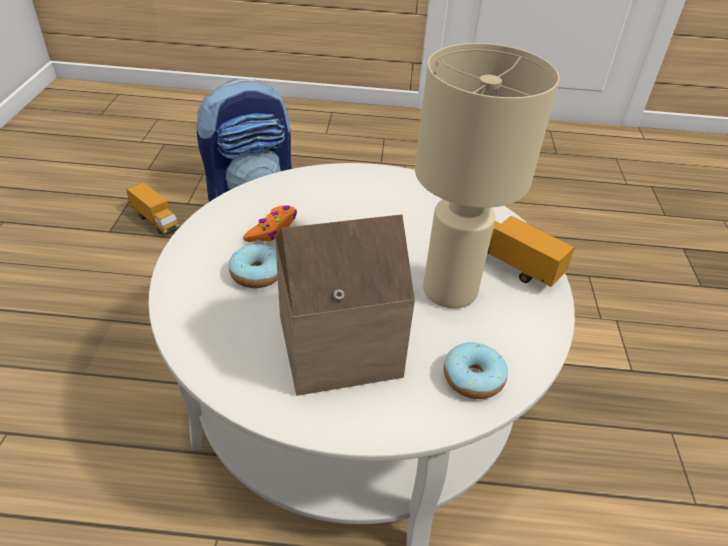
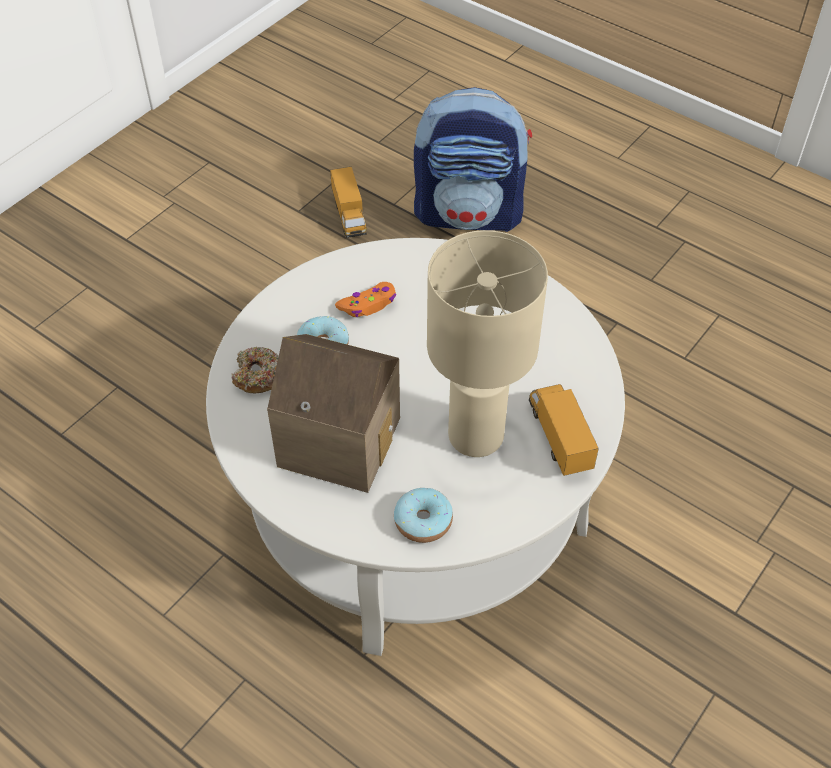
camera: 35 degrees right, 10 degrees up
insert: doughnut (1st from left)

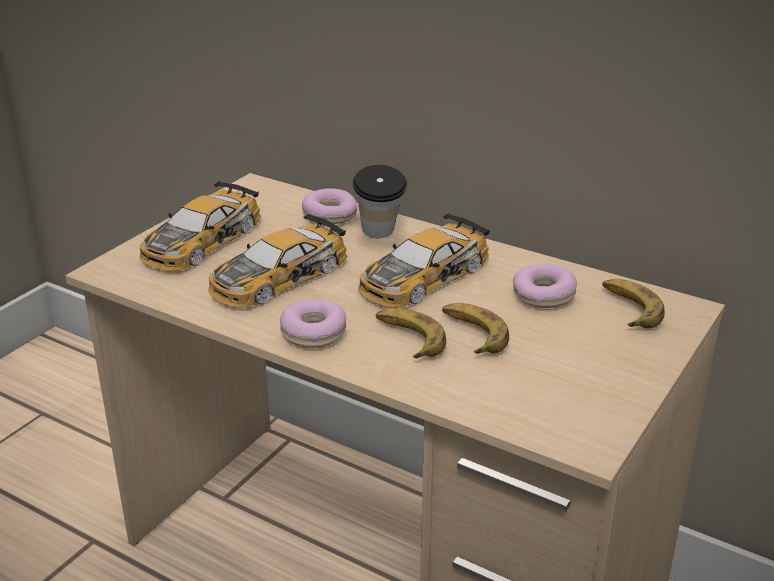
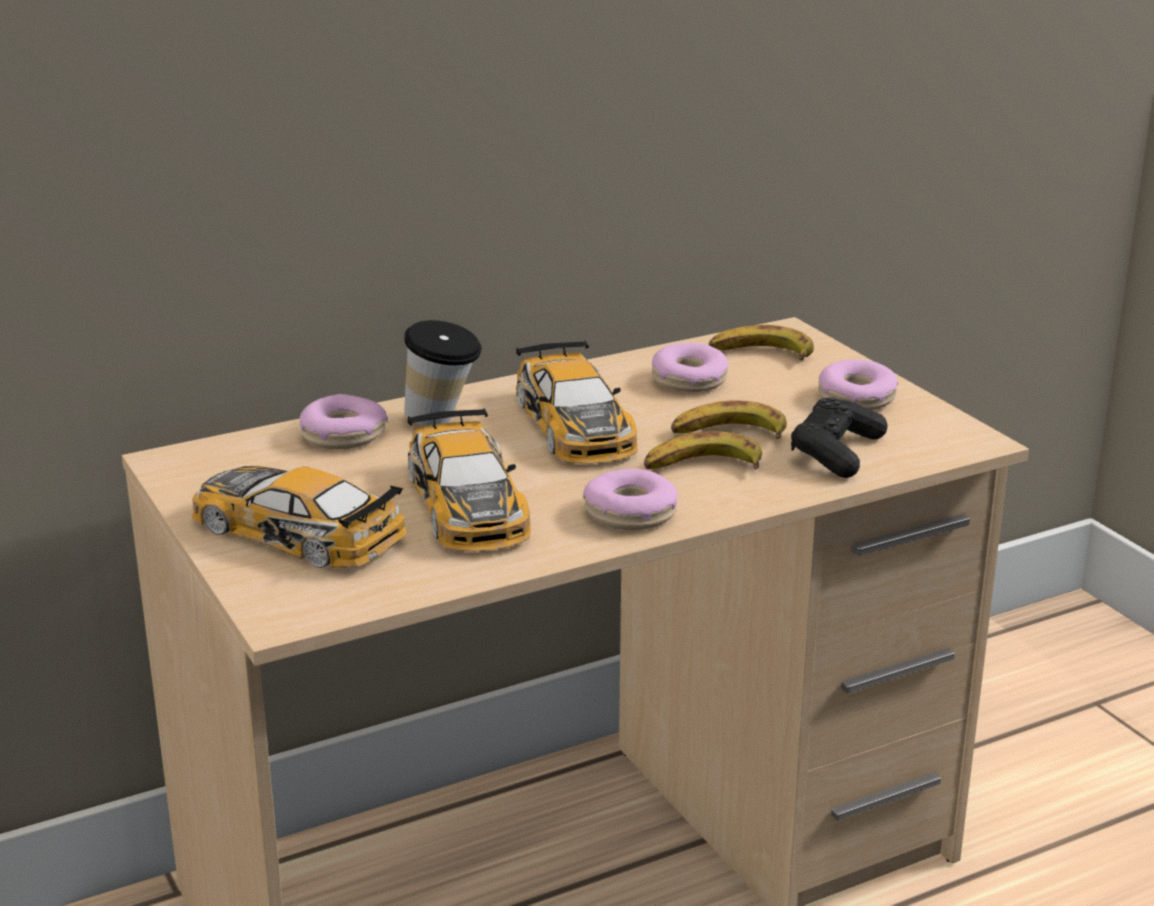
camera: 60 degrees left, 5 degrees down
insert: doughnut (4th from left); black-coloured gamepad
rotate: toy car (1st from left) 150 degrees clockwise

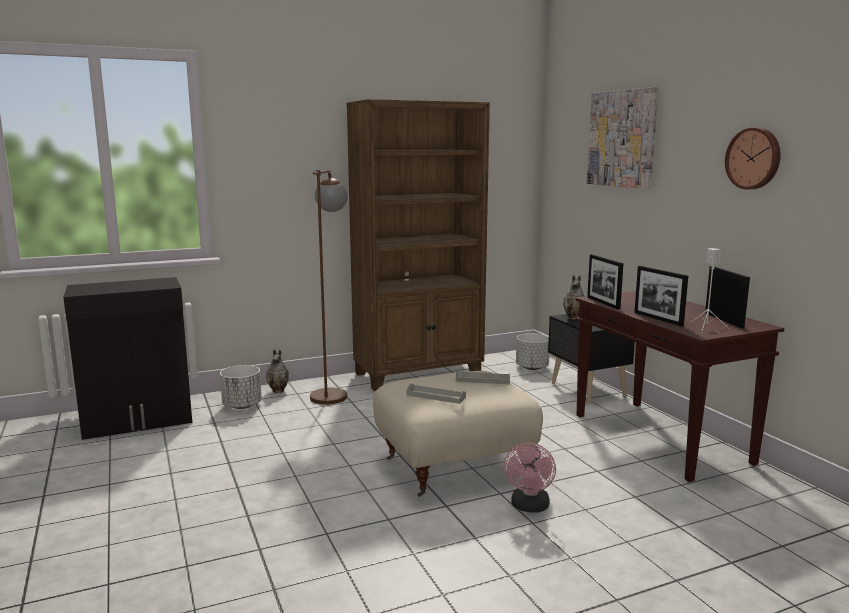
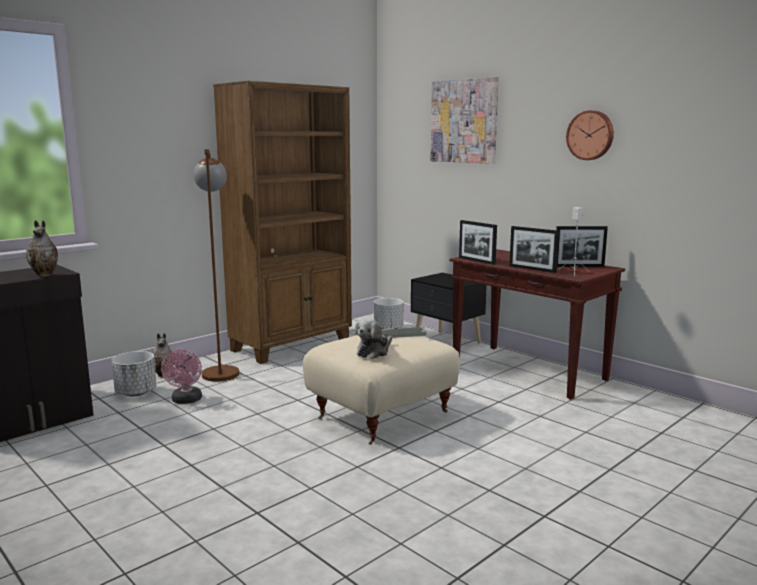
camera: 20 degrees left, 0 degrees up
move: flower vase (2nd from left in the first image) to flower vase (1st from left); pinkish cooling fan
replace: grey carrying tray (1st from left) to cuddly toy
rotate: standing frame (3rd from left) 120 degrees clockwise

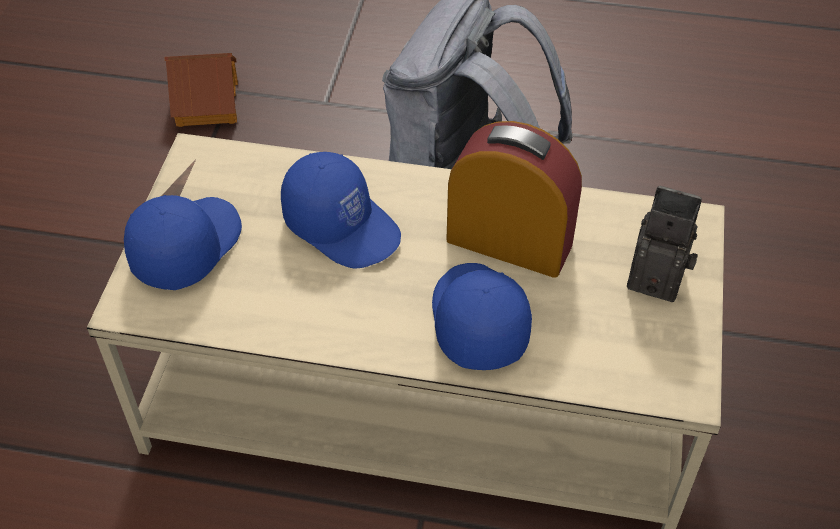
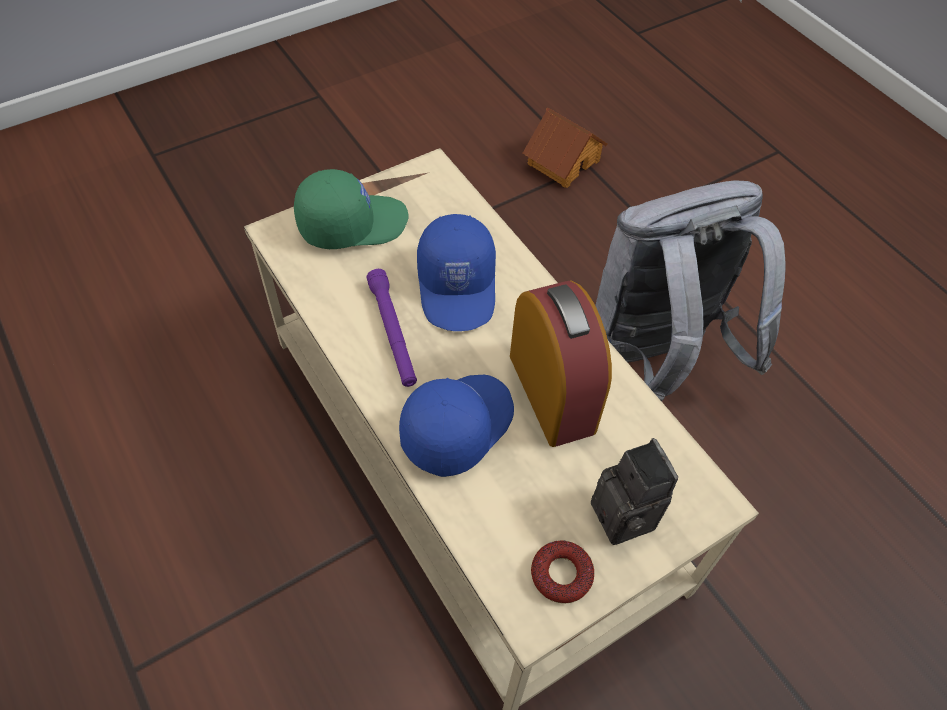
camera: 45 degrees right, 5 degrees up
insert: purplish hand torch; doughnut
recolor: blue cap (1st from left) to greenish cap

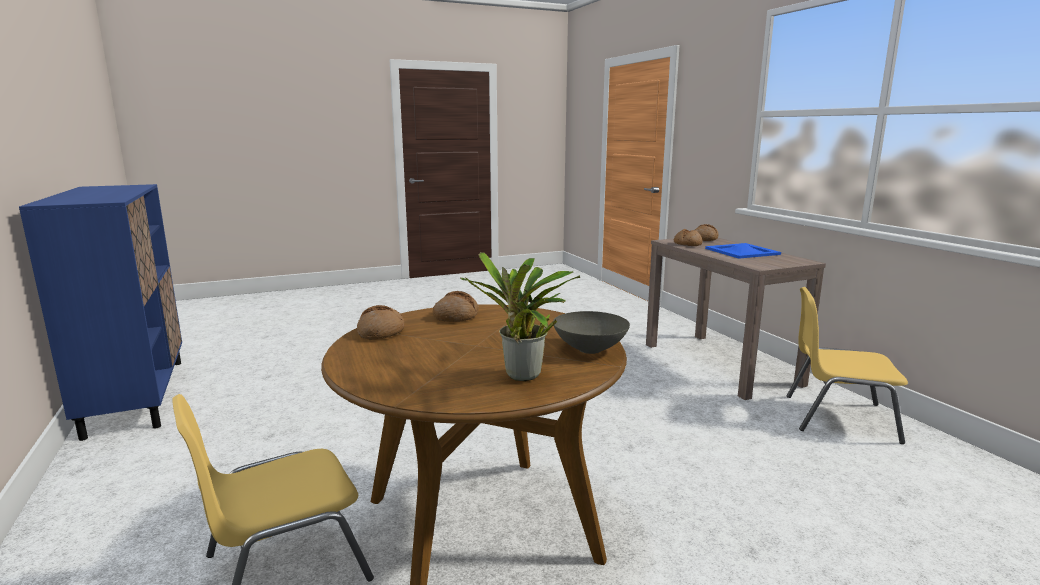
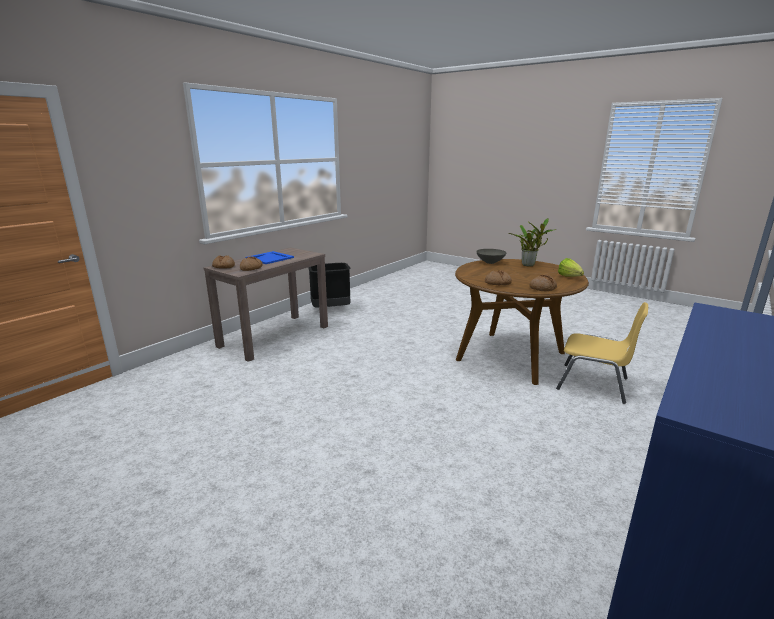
camera: 120 degrees left, 5 degrees up
insert: lettuce head
replace: yellow plain chair (2nd from left) to black-coloured trash can

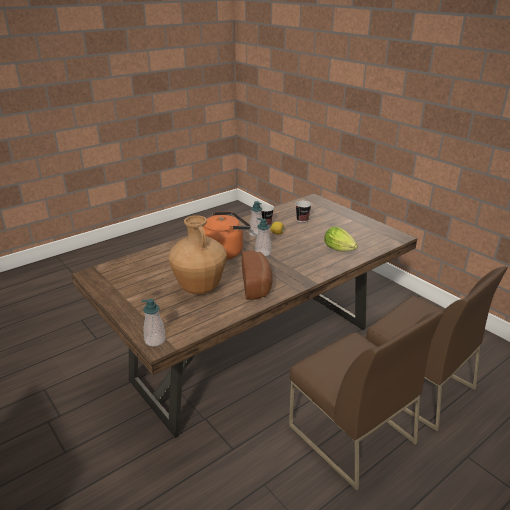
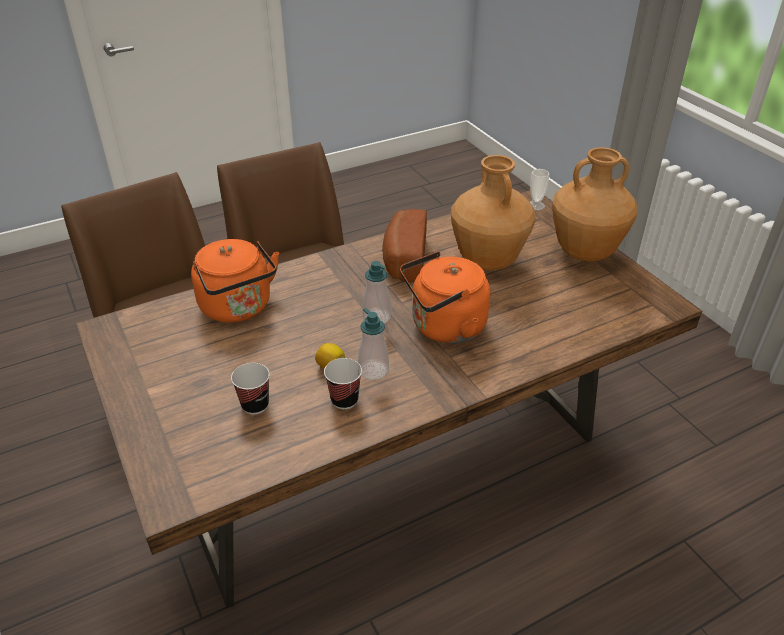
camera: 170 degrees left, 10 degrees up
insert: brown-coloured flower vase (2nd from left)
replace: lettuce head to orange kettle (1st from left); soap dispenser (1st from left) to drinking cup (3rd from left)

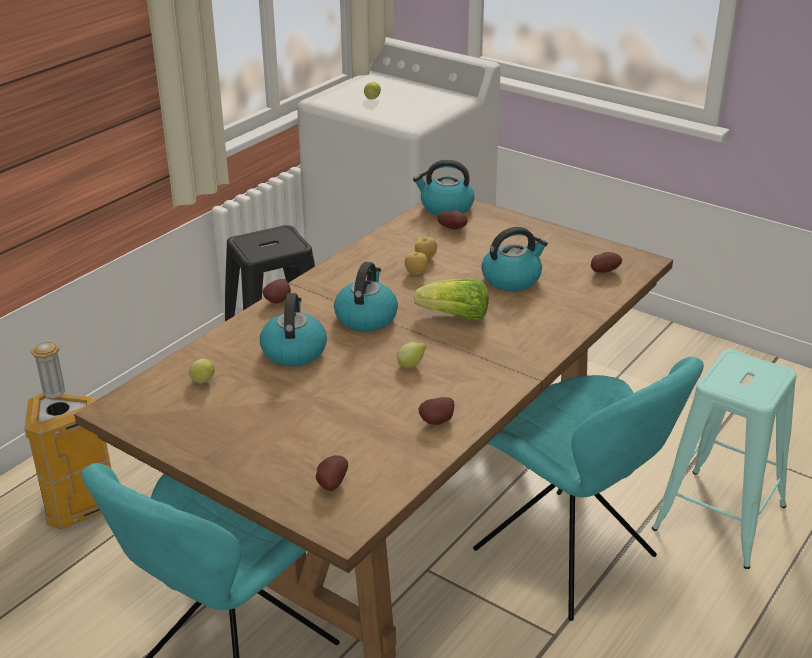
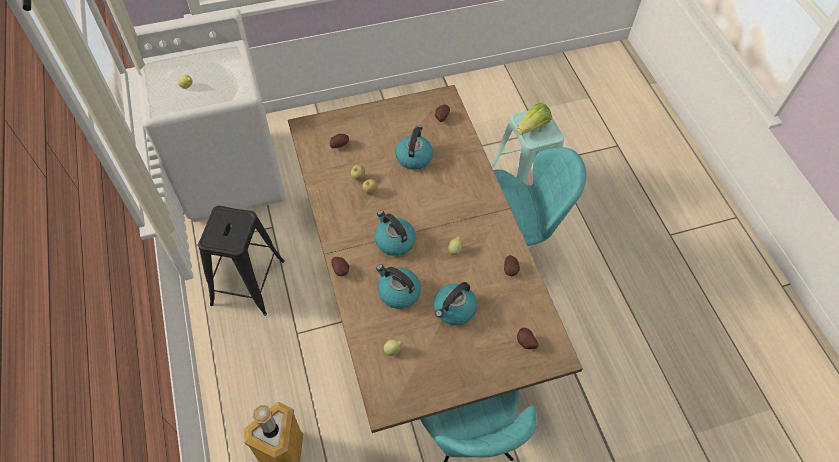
camera: 55 degrees left, 25 degrees up
move: kettle (3rd from left in the first image) to kettle (4th from left); lettuce head

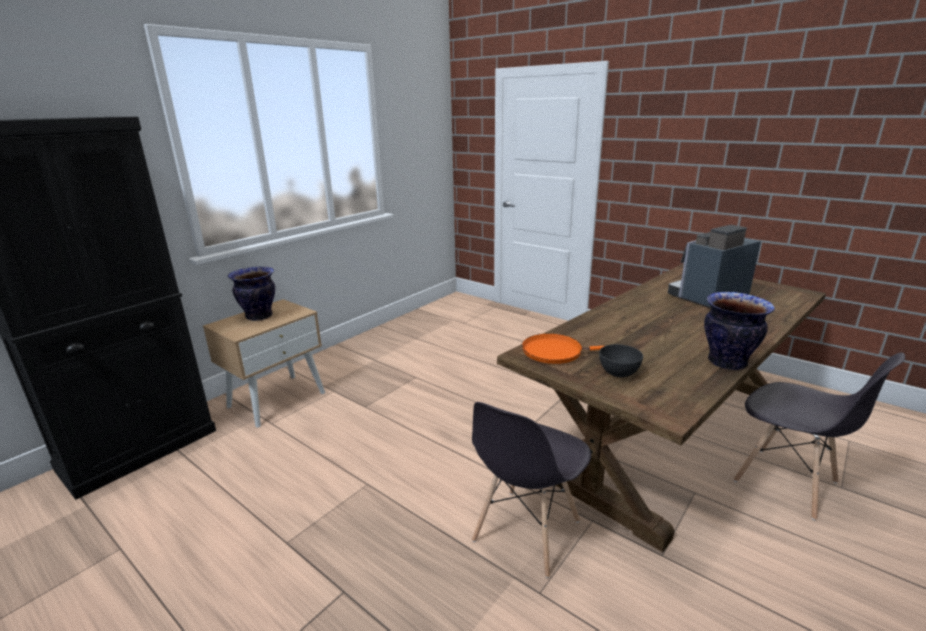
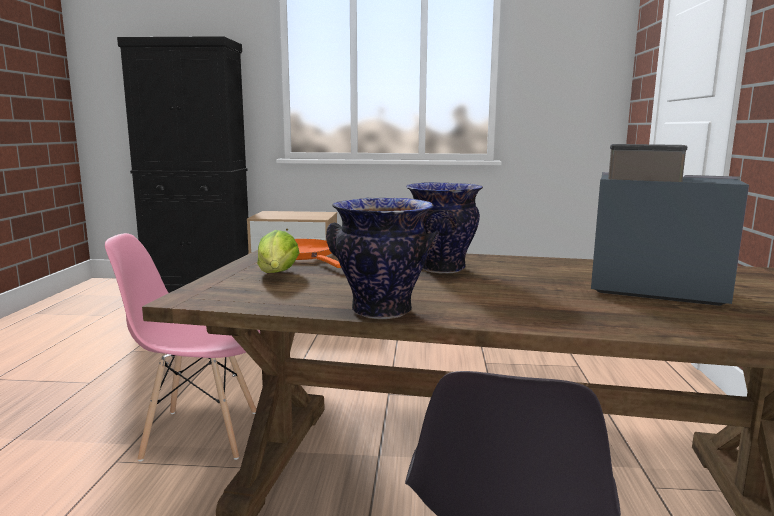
camera: 55 degrees right, 10 degrees down
move: flower vase (1st from left in the first image) to flower vase (2nd from left)
replace: grey bowl to lettuce head
recolor: grey plain chair (1st from left) to pinkish plain chair

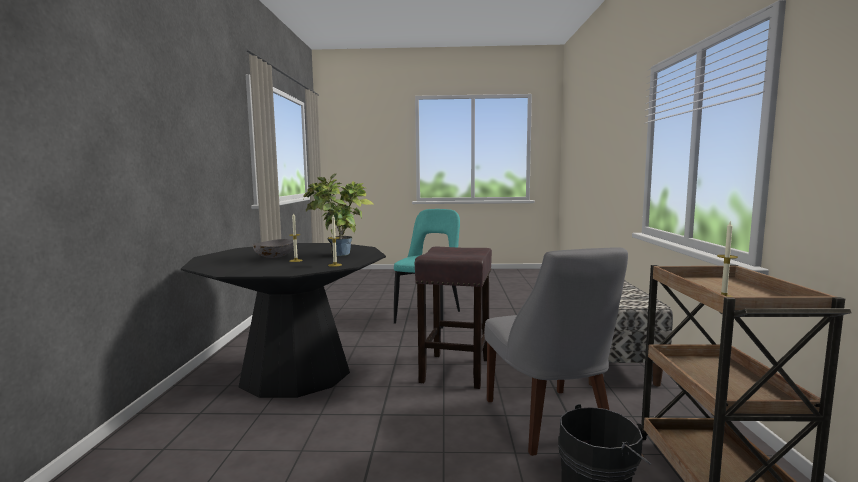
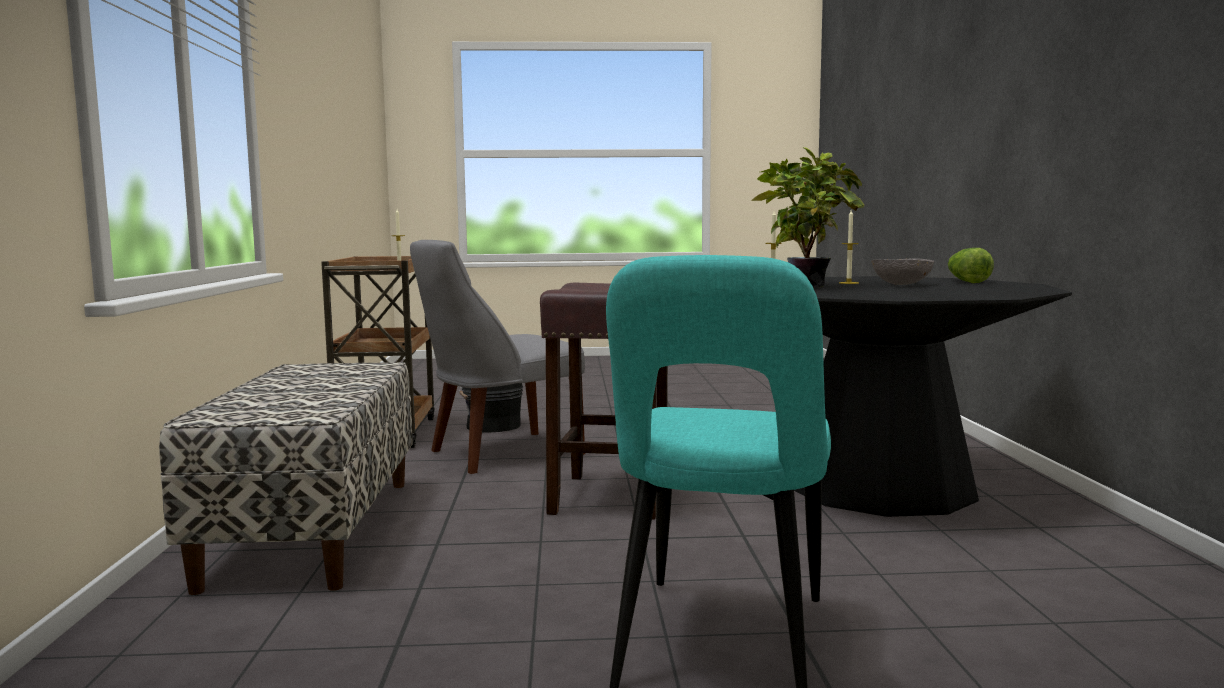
camera: 175 degrees right, 0 degrees up
insert: lettuce head
rotate: grey plain chair 105 degrees counterclockwise

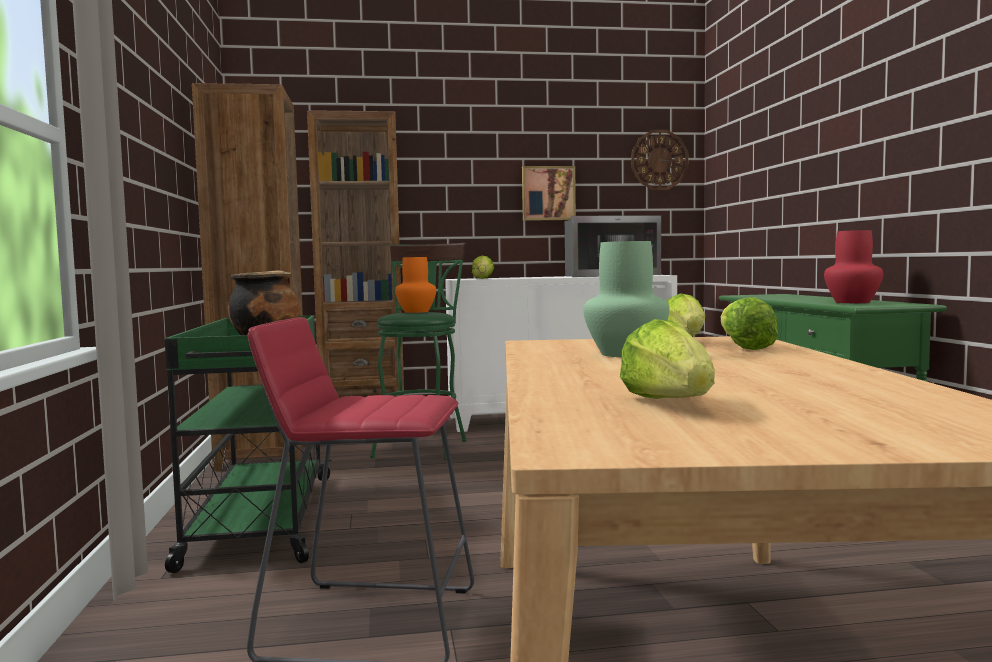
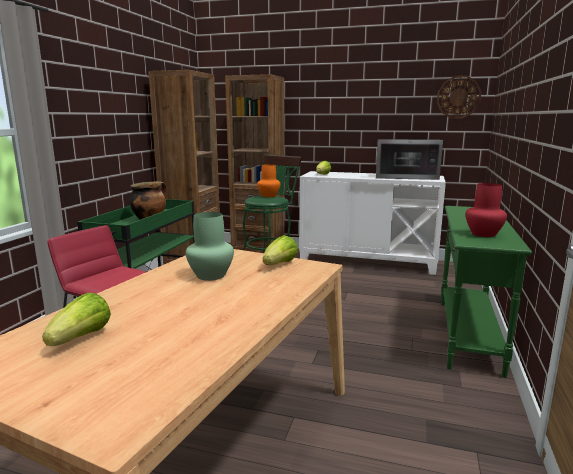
camera: 25 degrees right, 10 degrees up
delete: wall art; lettuce head (4th from left)

